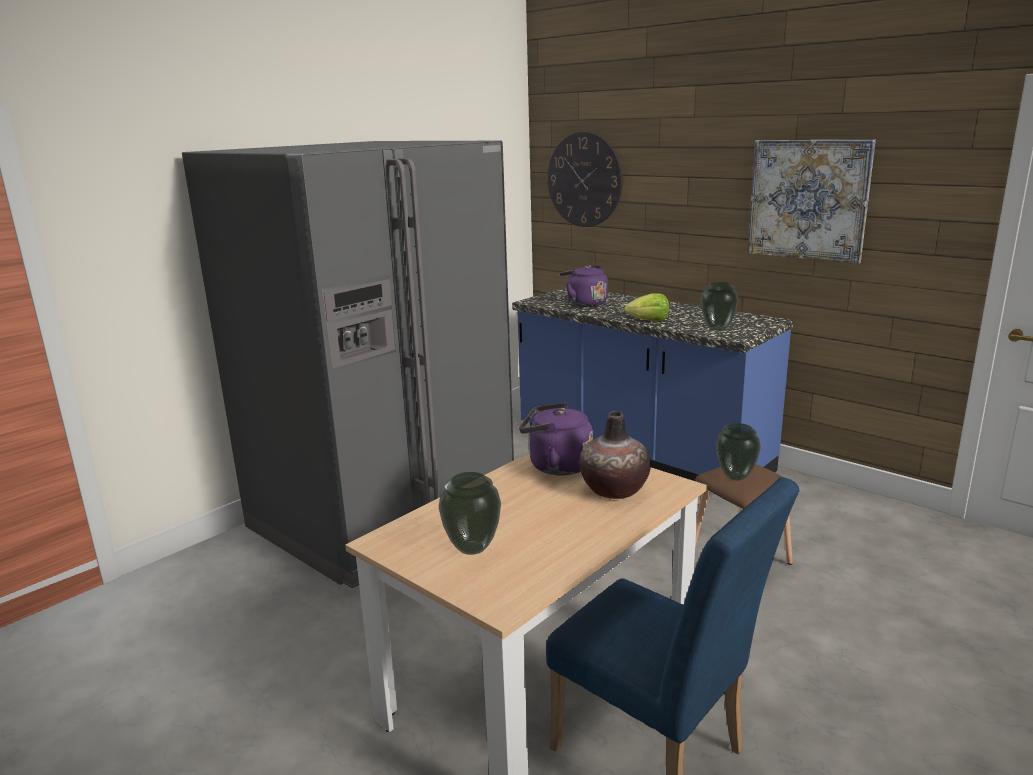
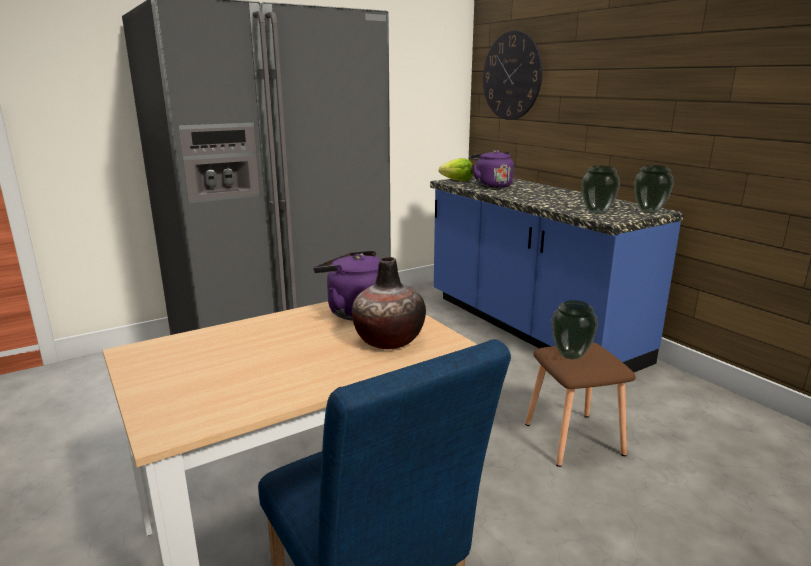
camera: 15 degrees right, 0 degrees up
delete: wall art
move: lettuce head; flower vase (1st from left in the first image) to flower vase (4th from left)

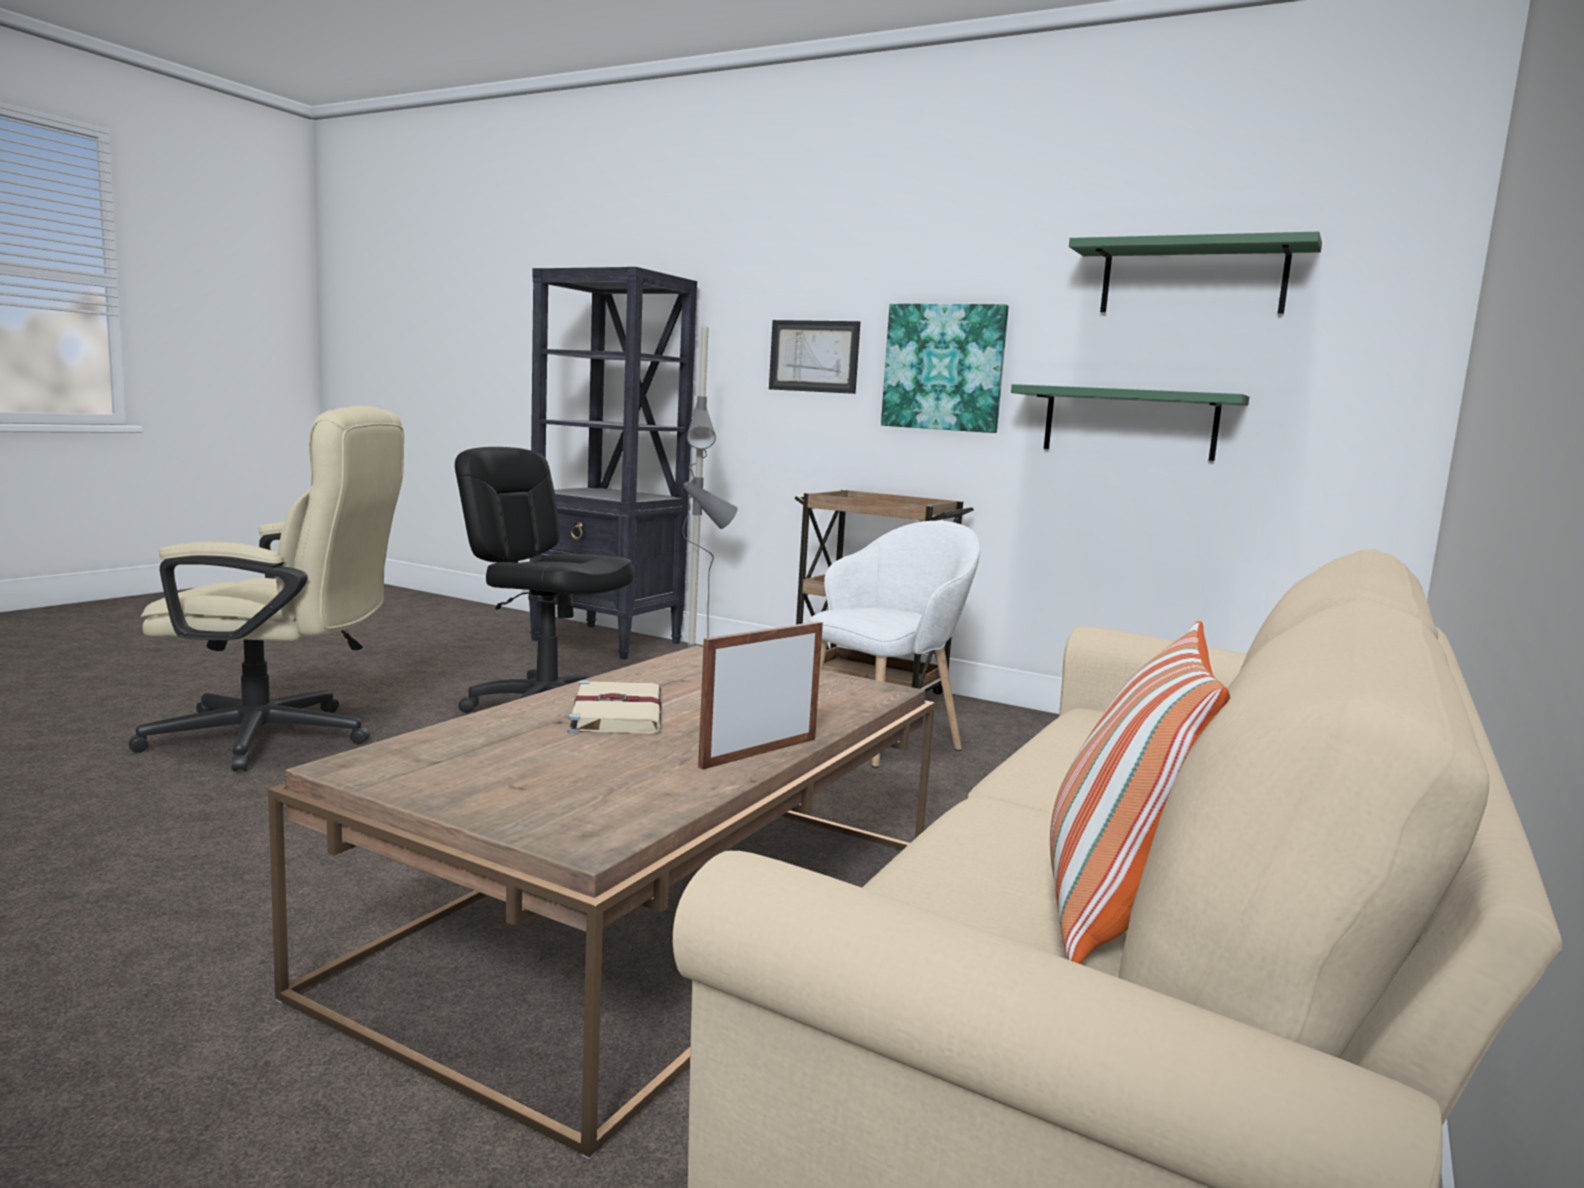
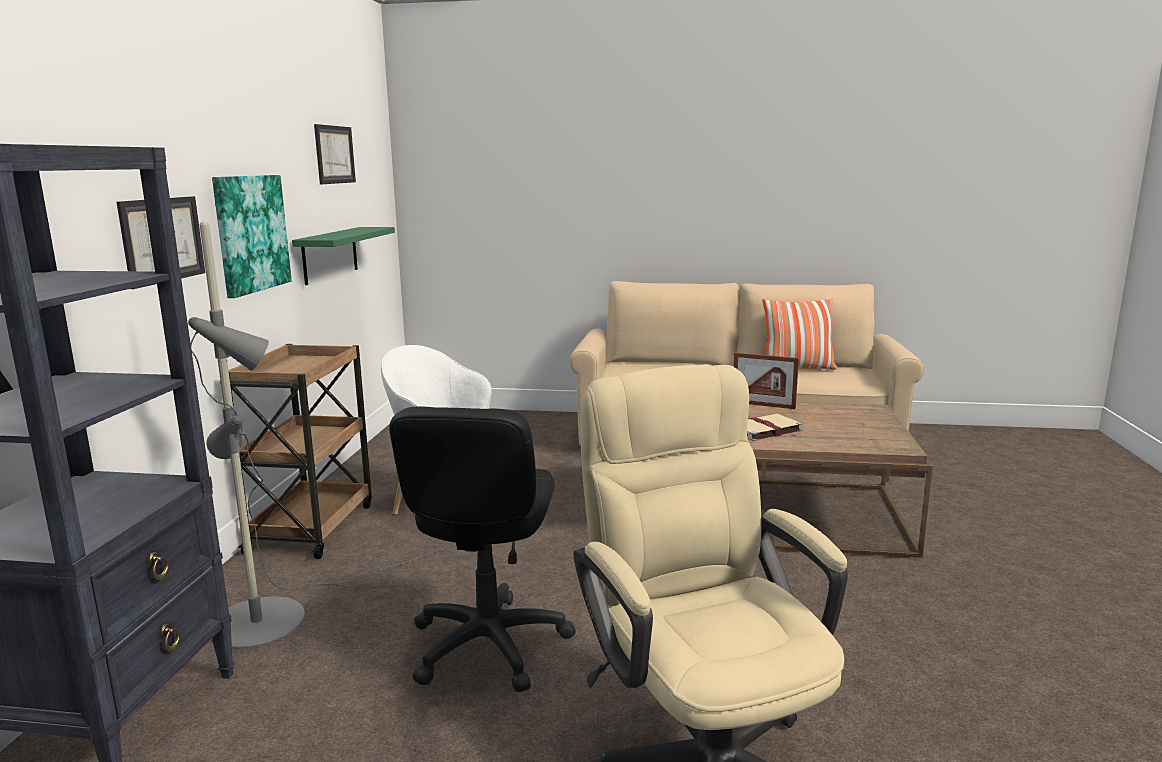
camera: 110 degrees left, 5 degrees up
replace: greenish shelf (2nd from left) to wall art (3rd from left)

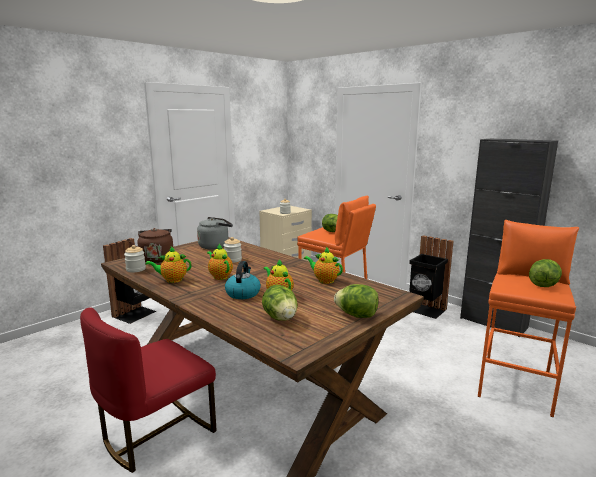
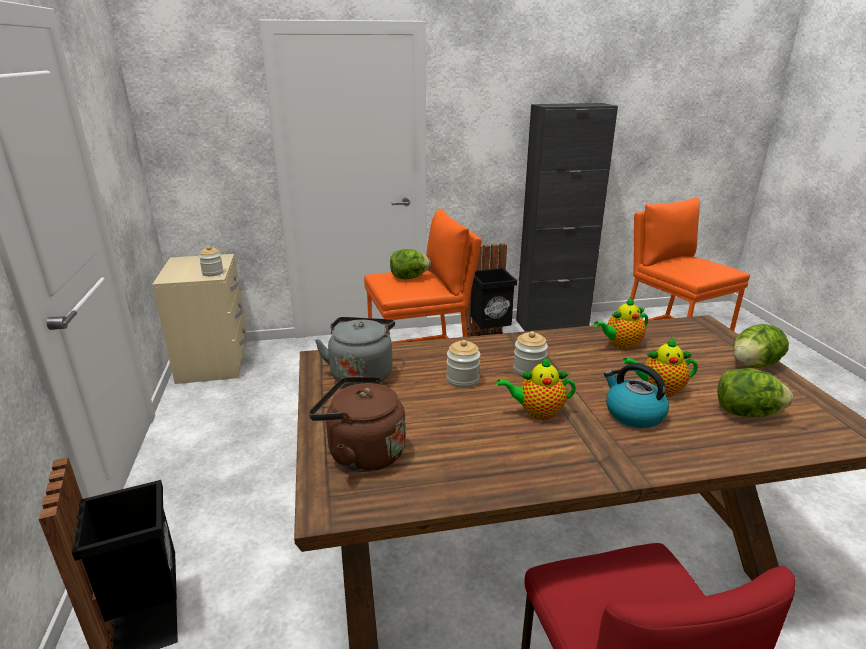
camera: 55 degrees left, 10 degrees up
delete: tea pot (1st from left); lettuce head (4th from left)
move: storage jar (1st from left in the first image) to storage jar (3rd from left)

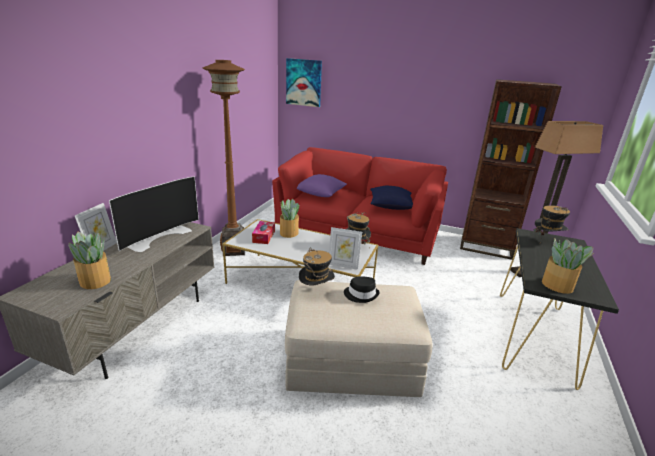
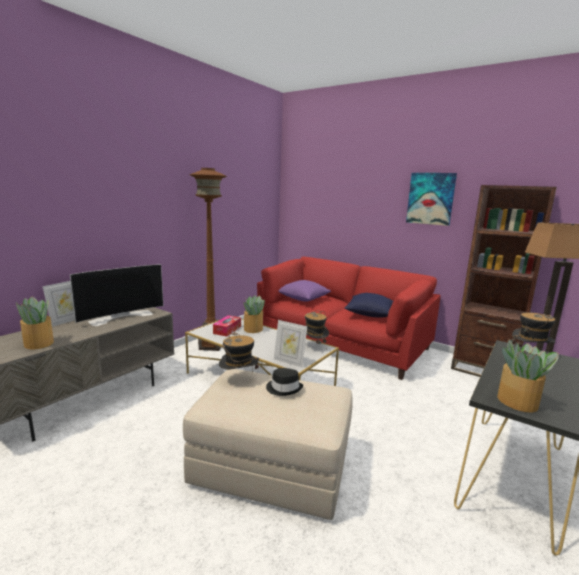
camera: 15 degrees right, 10 degrees down
move: wall art

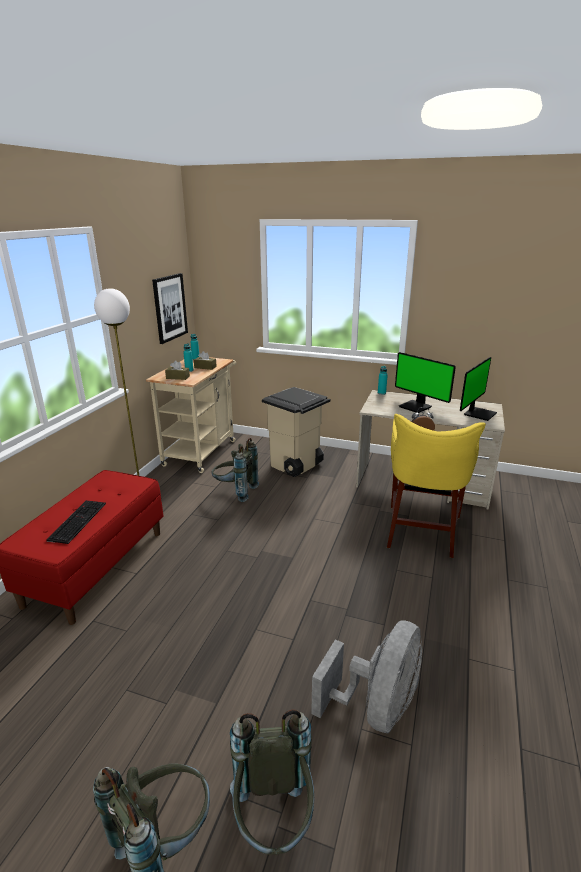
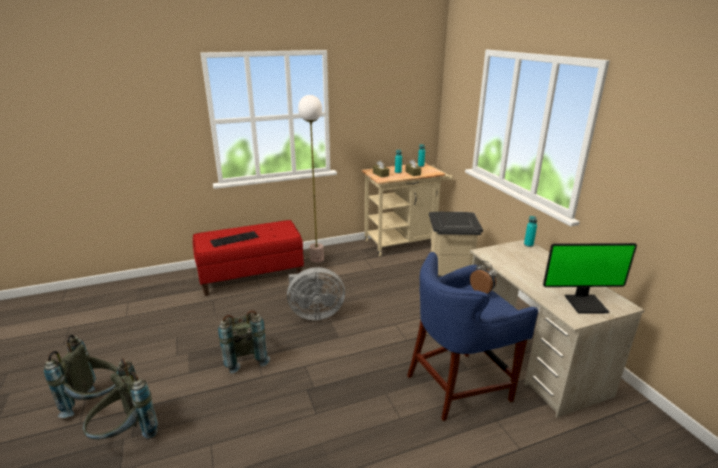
camera: 50 degrees right, 0 degrees up
delete: wall art; computer screen (1st from left)
move: grey backpack (2nd from left in the first image) to grey backpack (3rd from left); grey cooling fan
recolor: yellow sitting stool to blue sitting stool

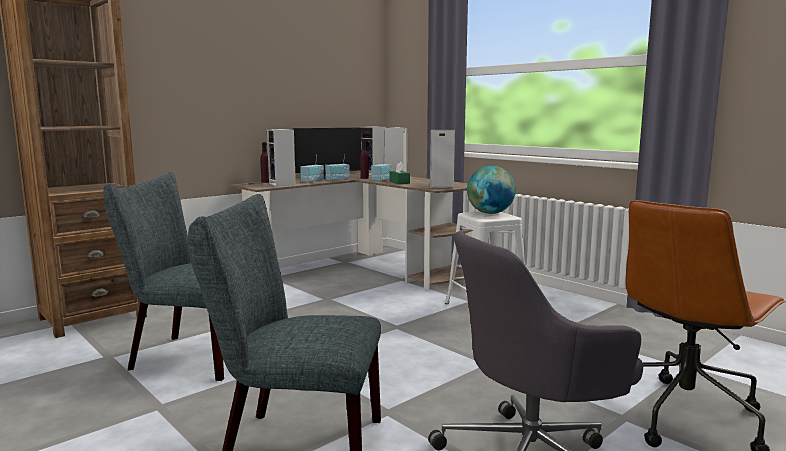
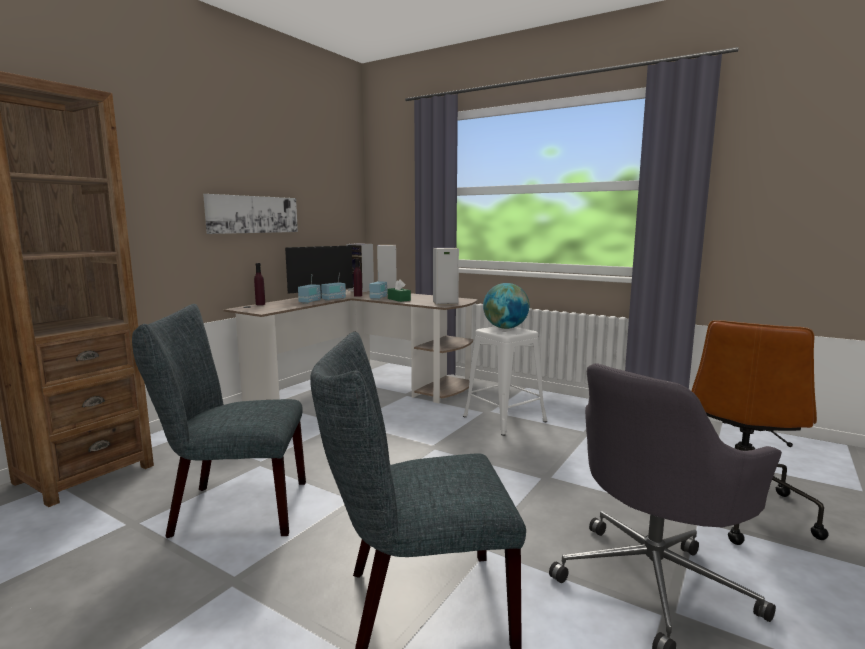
camera: 15 degrees left, 0 degrees up
delete: loudspeaker (1st from left)
insert: wall art

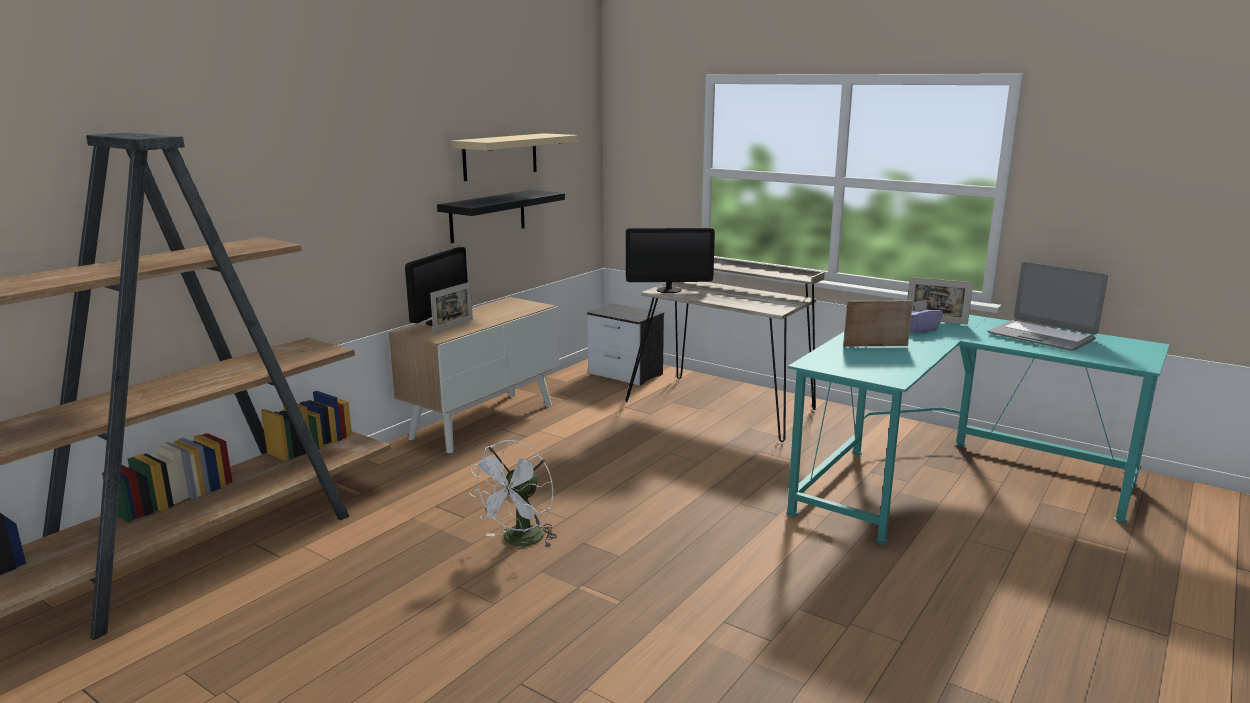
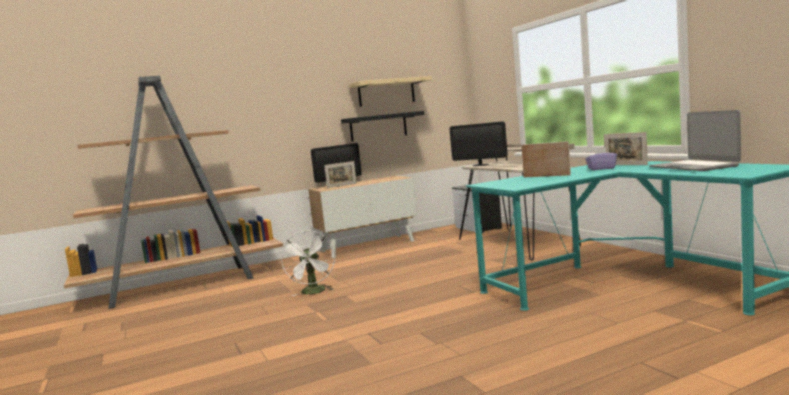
camera: 30 degrees right, 10 degrees down
rotate: white cooling fan 60 degrees counterclockwise

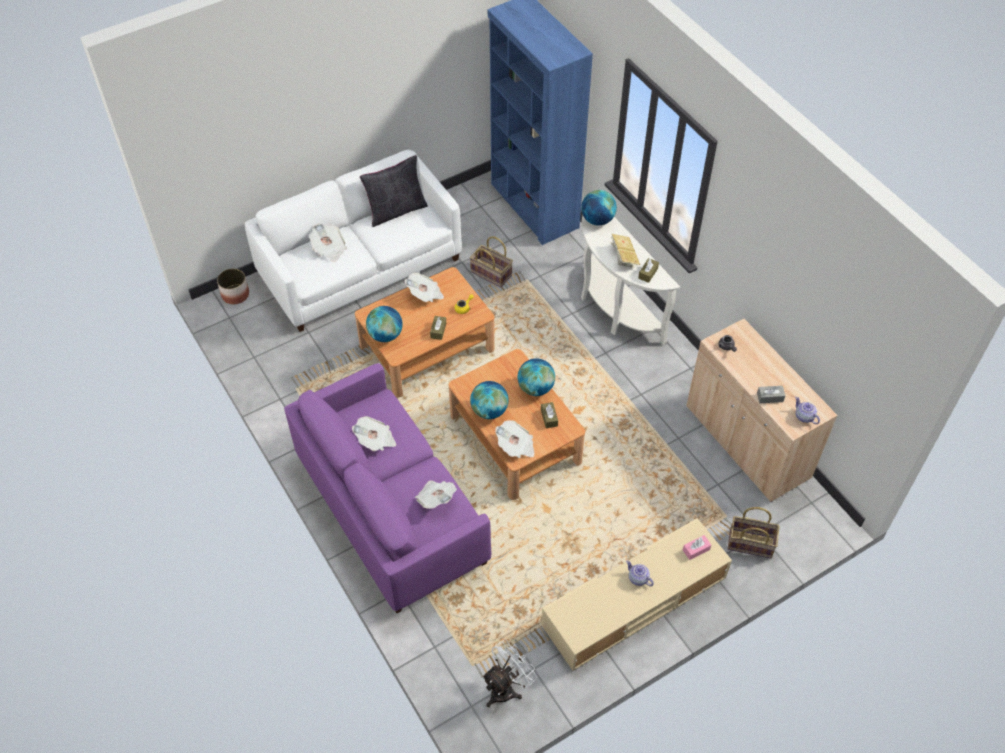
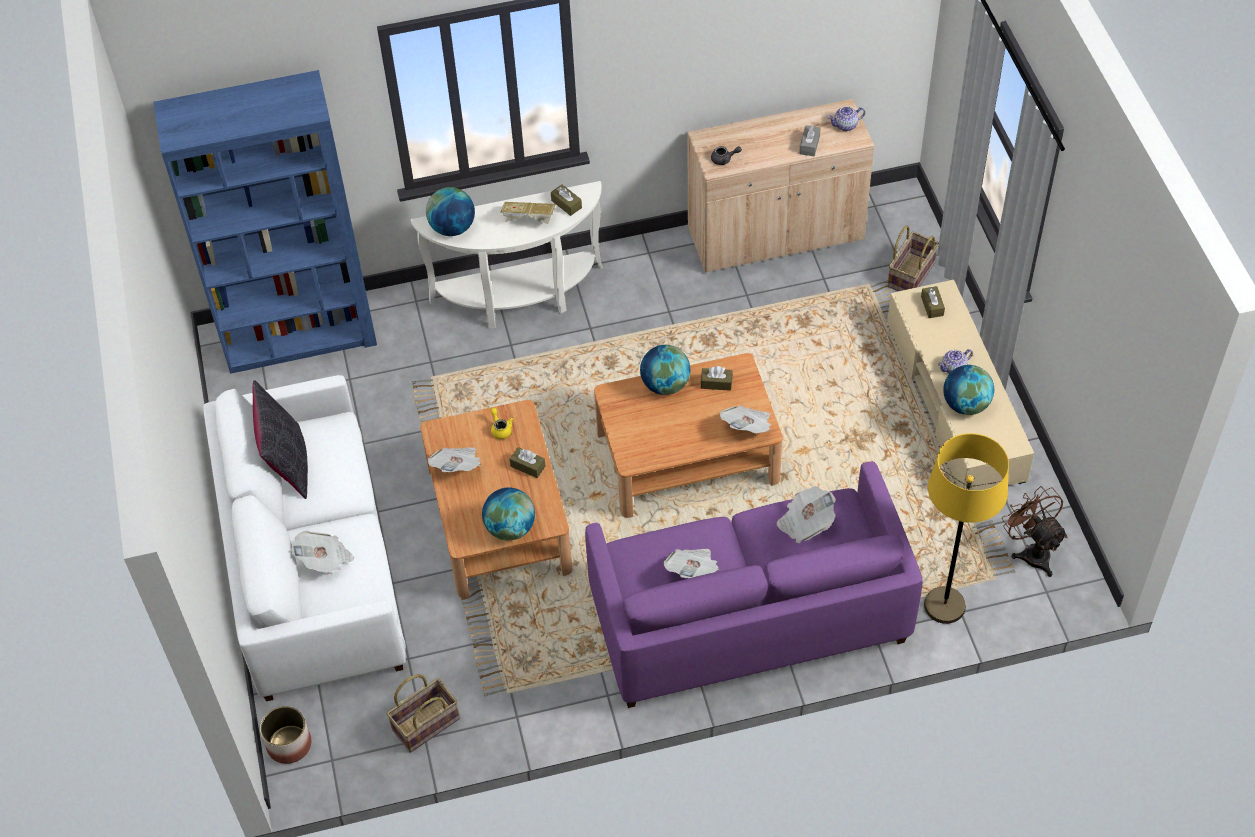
camera: 70 degrees left, 0 degrees up
insert: yellow standard lamp
move: basket (1st from left); world globe (2nd from left in the first image) to world globe (4th from left)
recolor: pinkish tissue box to brown-coloured tissue box (4th from left); white cooling fan to brown-coloured cooling fan

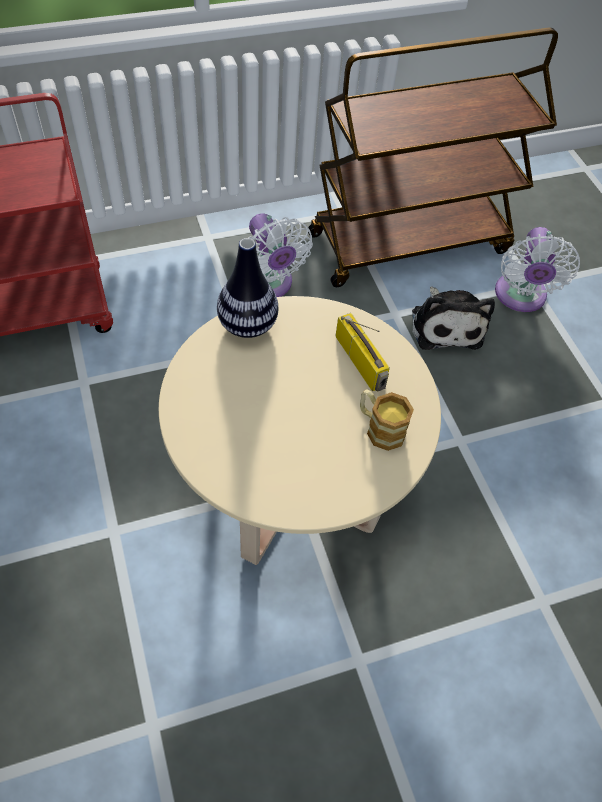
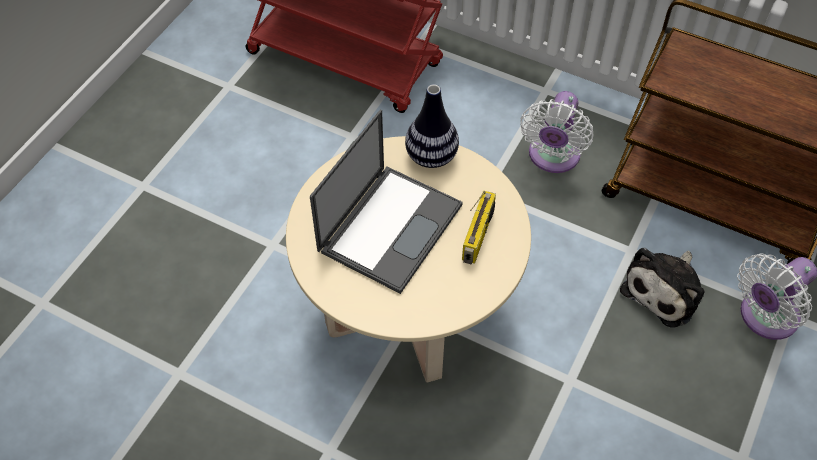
camera: 50 degrees right, 0 degrees up
delete: mug
insert: notebook computer

